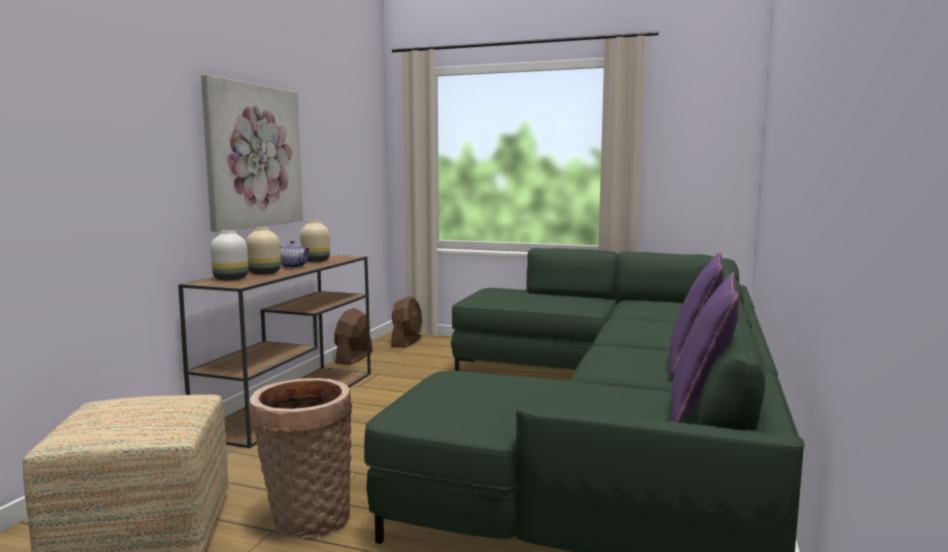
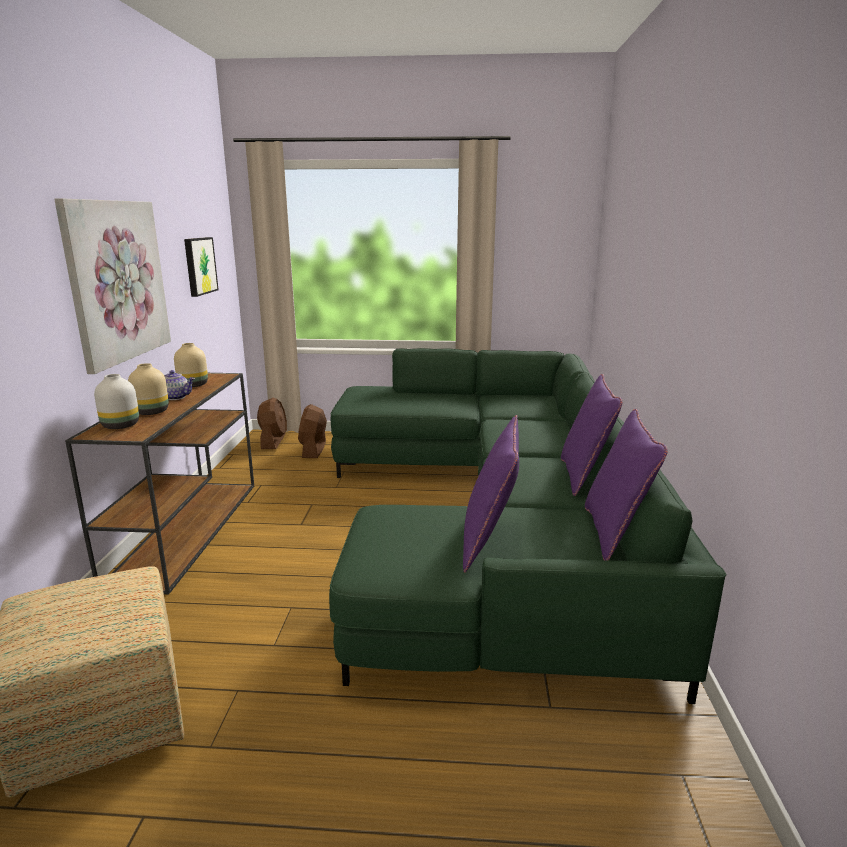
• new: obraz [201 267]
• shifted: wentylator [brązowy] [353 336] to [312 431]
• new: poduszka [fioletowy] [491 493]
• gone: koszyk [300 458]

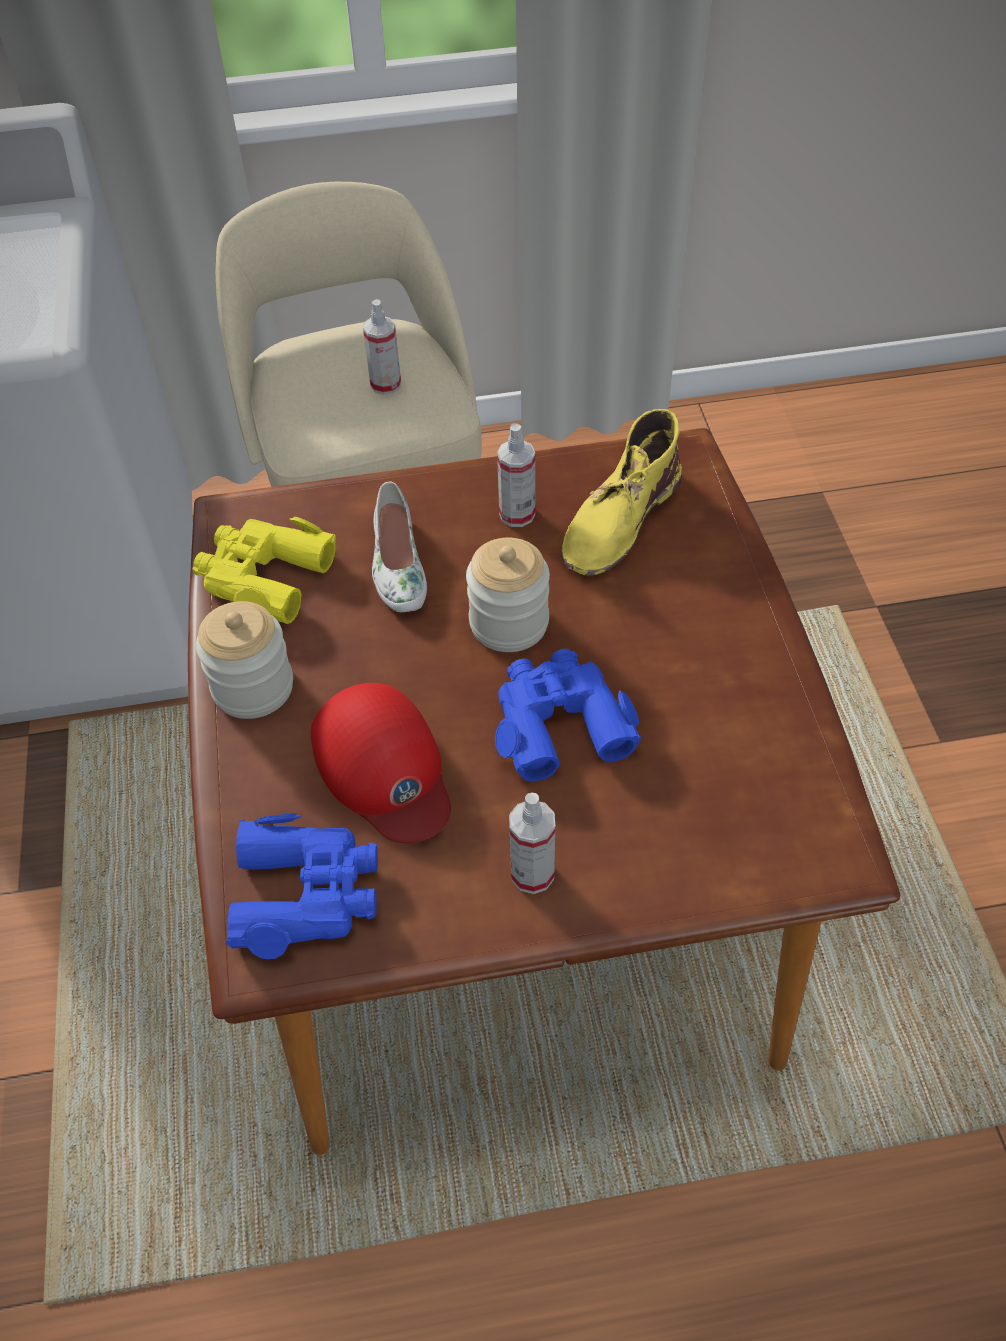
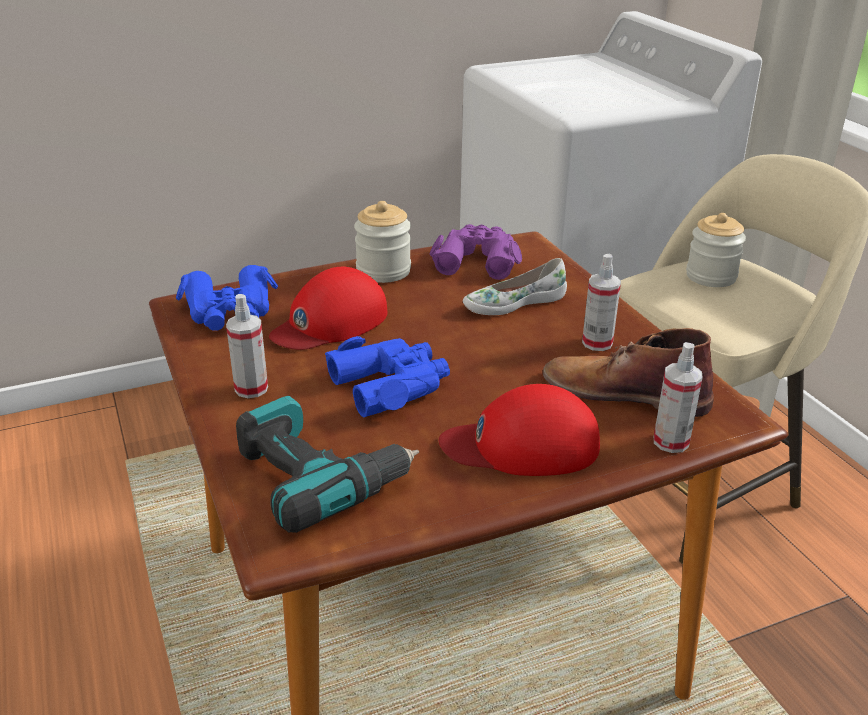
• new: wiertarka [327 464]
• repainted: lornetka [żółty] [264 570] to lornetka [fioletowy] [476 252]
• new: czapka z daszkiem [czerwony] [519 430]
• repainted: but z cholewką [żółty] [622 492] to but z cholewką [brązowy] [628 372]
• shifted: spryskiwacz [382 347] to [678 397]
• shifted: słoik [508 595] to [716 250]

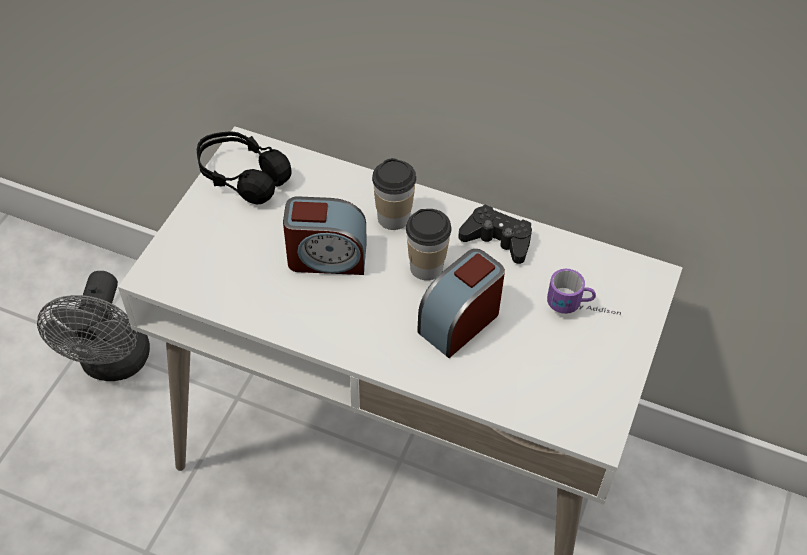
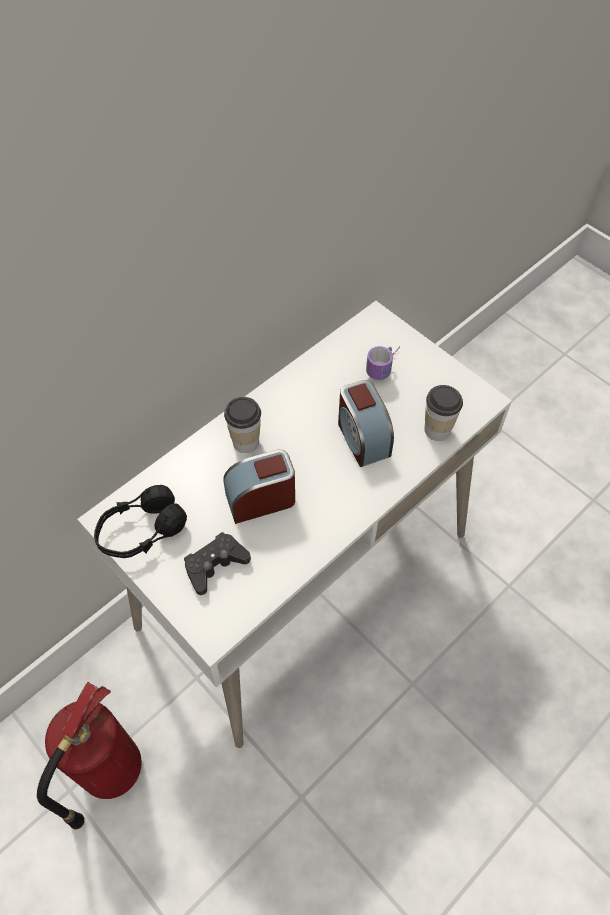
• swapped: wentylator [szary] [93 326] to gaśnica [89 756]
• shifted: pad do gier [czarny] [495 234] to [217 563]
• rotated: budzik [325 235] = [259 486] 135 degrees counterclockwise
• shifted: filiżanka [429 244] to [443 413]

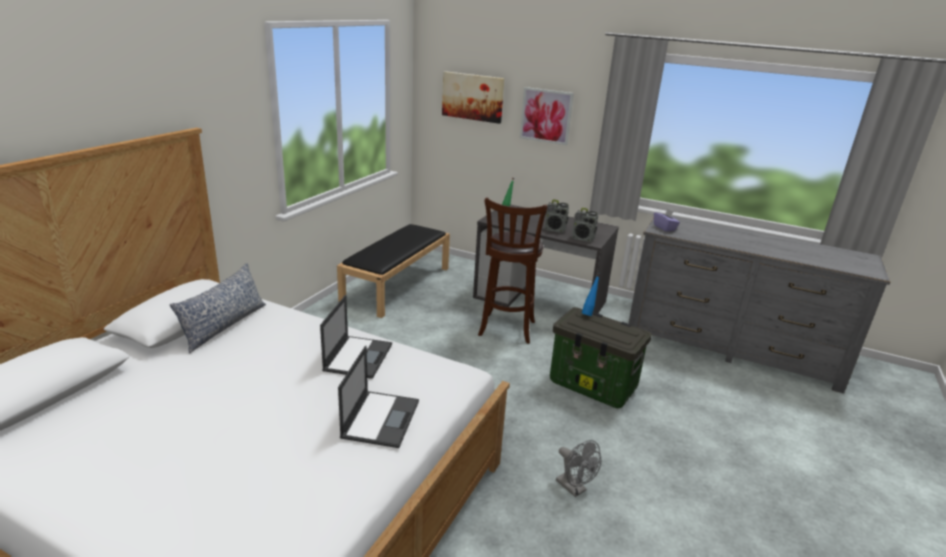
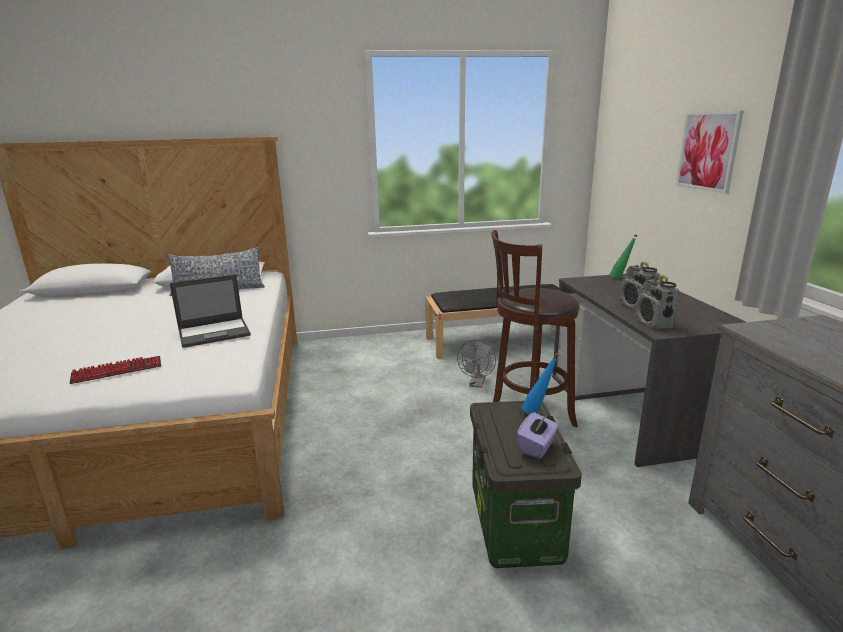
• swapped: laptop [378 397] to klawiatura [115 370]
• shifted: wentylator [szary] [578 468] to [476 364]
• shifted: pudełko chusteczek [fioletowy] [667 220] to [537 435]
• gone: obraz [473 97]

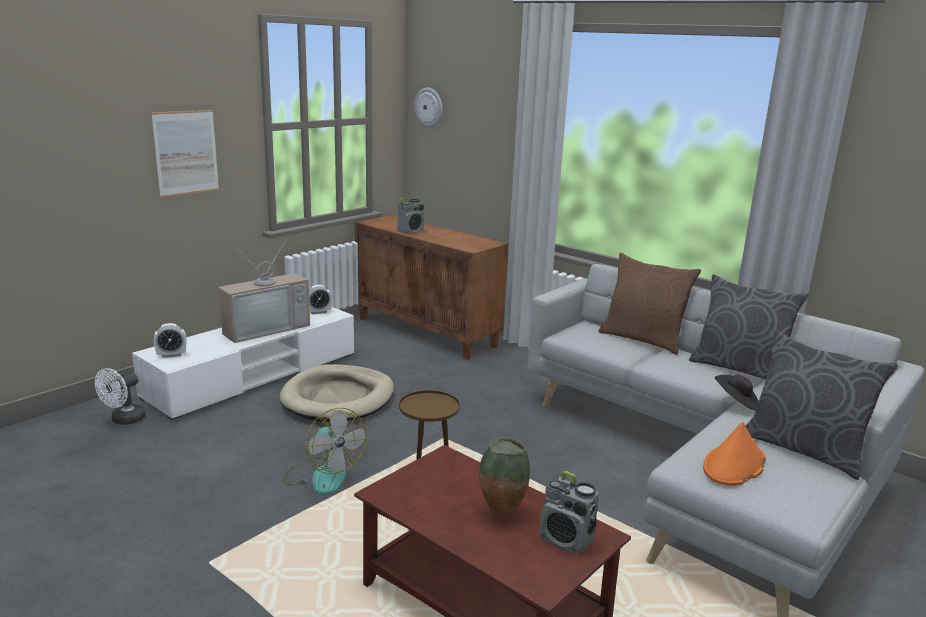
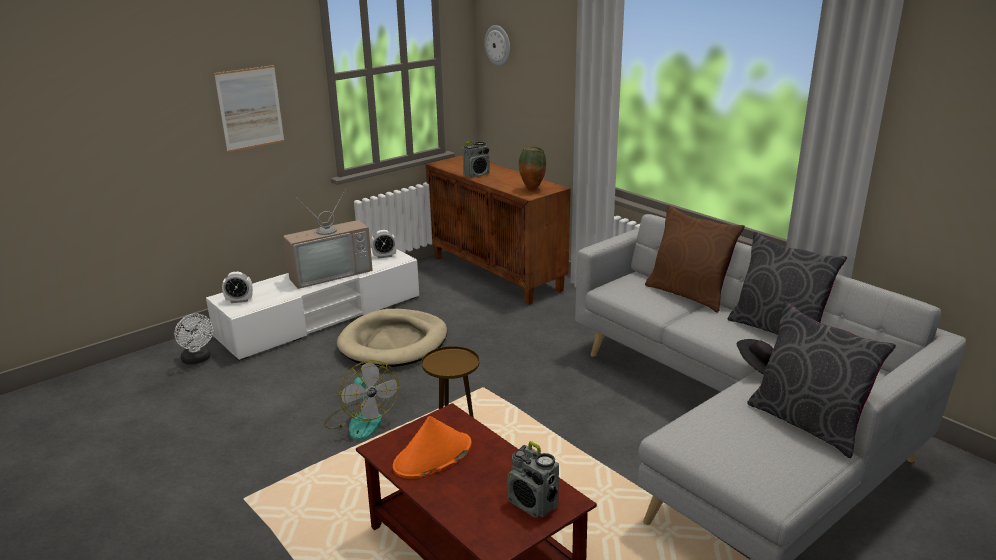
• rotated: wentylator [biały] [120 396] = [194 339] 75 degrees counterclockwise
• shifted: kapelusz [pomarańczowy] [734 454] to [432 447]
• shifted: wazon [504 478] to [532 168]

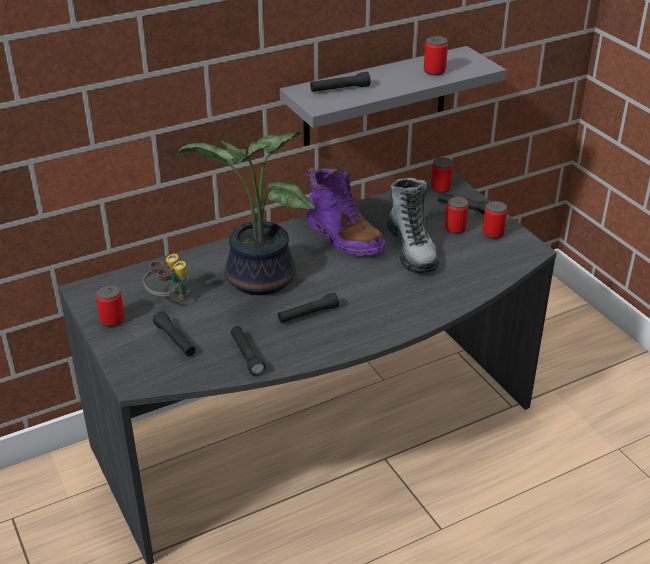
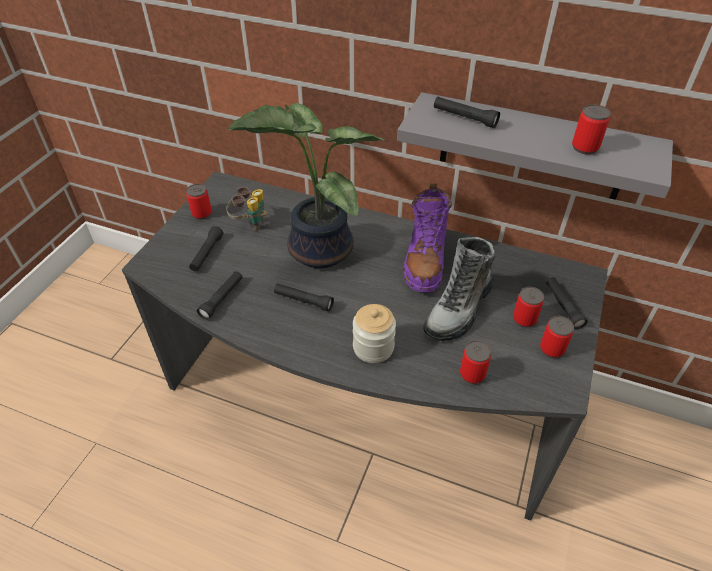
• new: słoik [374 333]
• shifted: puszka [442 175] to [475 362]

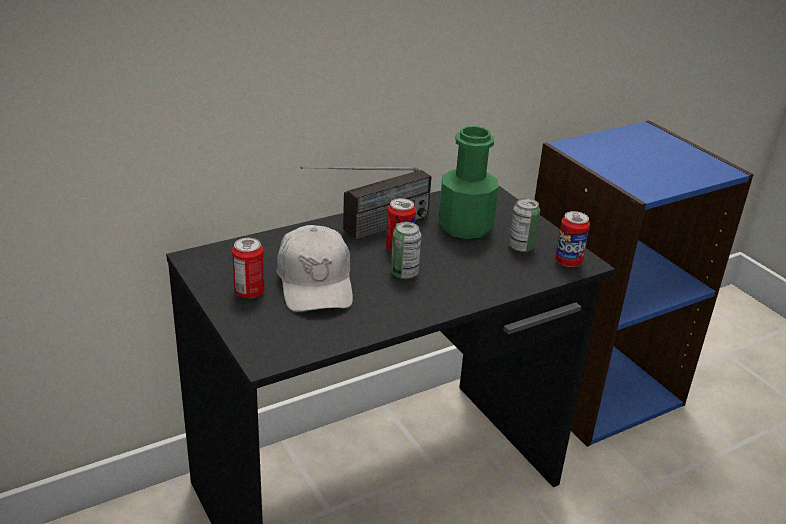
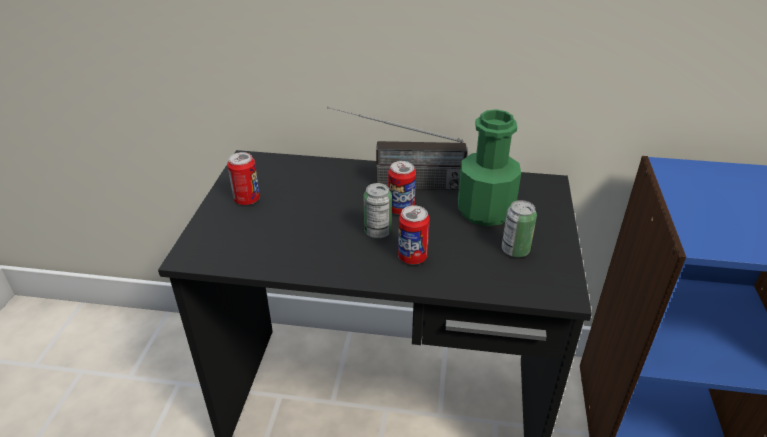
• shifted: puszka [572 239] to [414 234]
• gone: czapka z daszkiem [biały] [315 268]

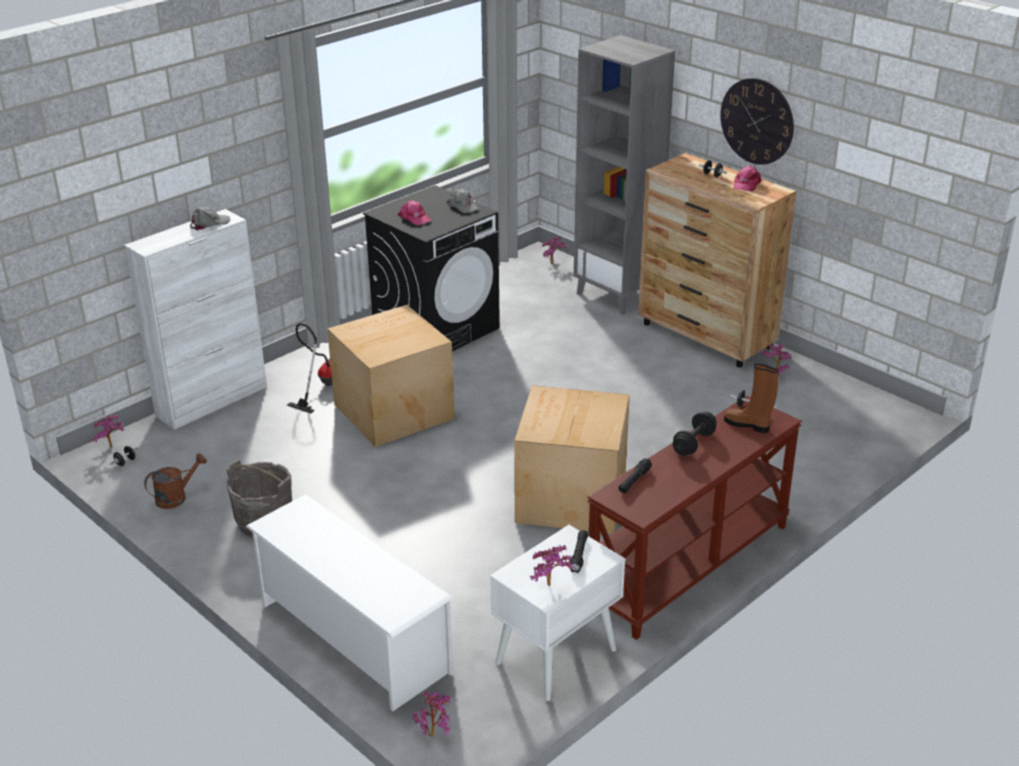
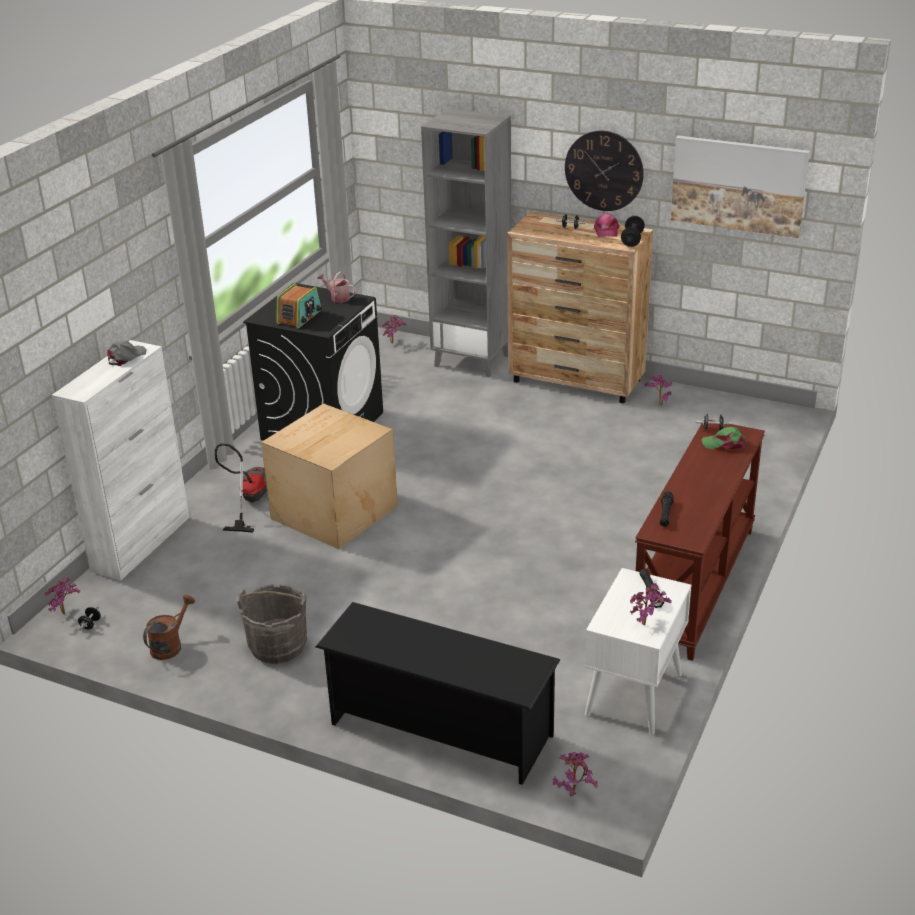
• swapped: czapka z daszkiem [różowy] [414 212] to radio [299 306]
• repainted: regał na buty [biały] [349 602] to regał na buty [czarny] [437 693]
• swapped: czapka z daszkiem [szary] [462 201] to konewka [336 287]
• shifted: hantel [czarny] [695 434] to [633 231]
• new: obraz [740 187]
• swapped: but z cholewką [brązowy] [751 398] to czapka z daszkiem [zielony] [724 438]
• gone: karton [572 459]

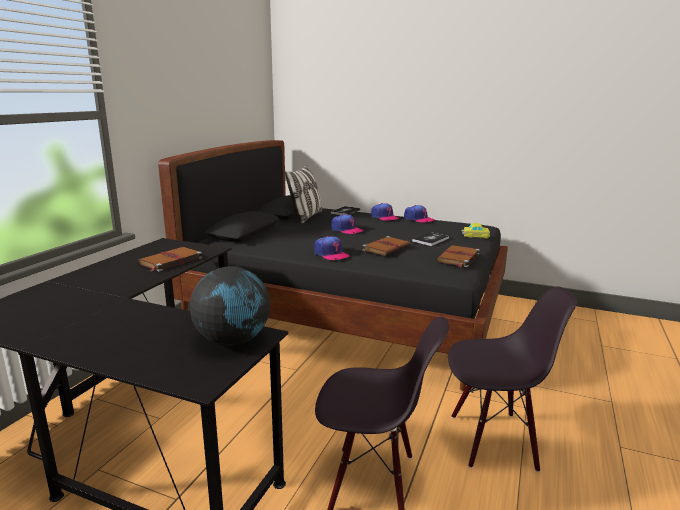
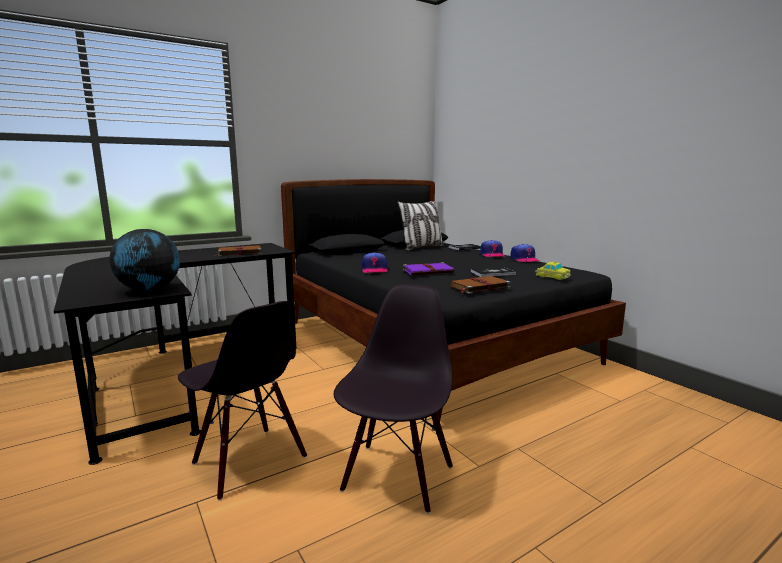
• rotated: krzesło [czarny] [512 379] = [393 399] 105 degrees counterclockwise
• repainted: książka [brązowy] [386 246] to książka [fioletowy] [428 268]
• gone: czapka z daszkiem [347 224]

